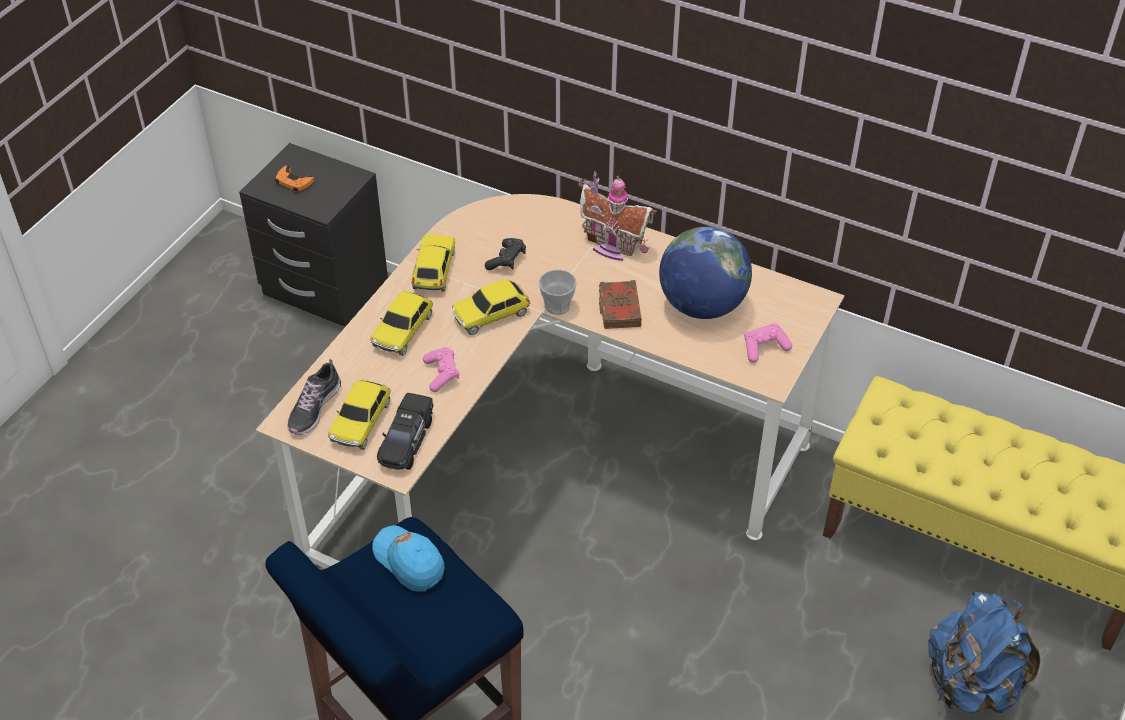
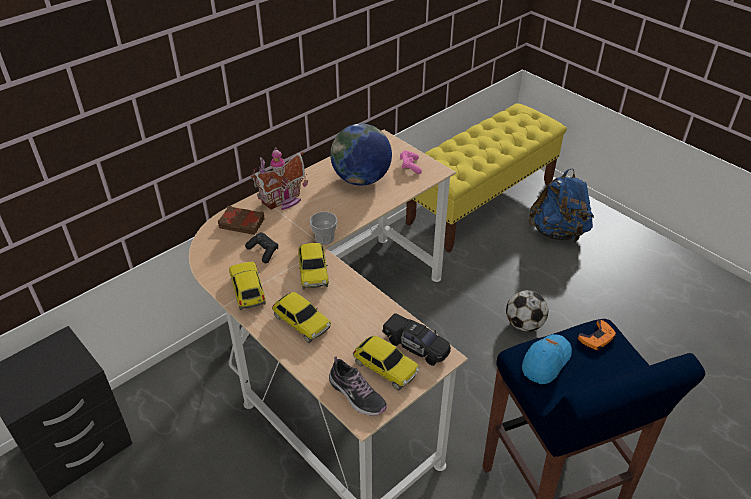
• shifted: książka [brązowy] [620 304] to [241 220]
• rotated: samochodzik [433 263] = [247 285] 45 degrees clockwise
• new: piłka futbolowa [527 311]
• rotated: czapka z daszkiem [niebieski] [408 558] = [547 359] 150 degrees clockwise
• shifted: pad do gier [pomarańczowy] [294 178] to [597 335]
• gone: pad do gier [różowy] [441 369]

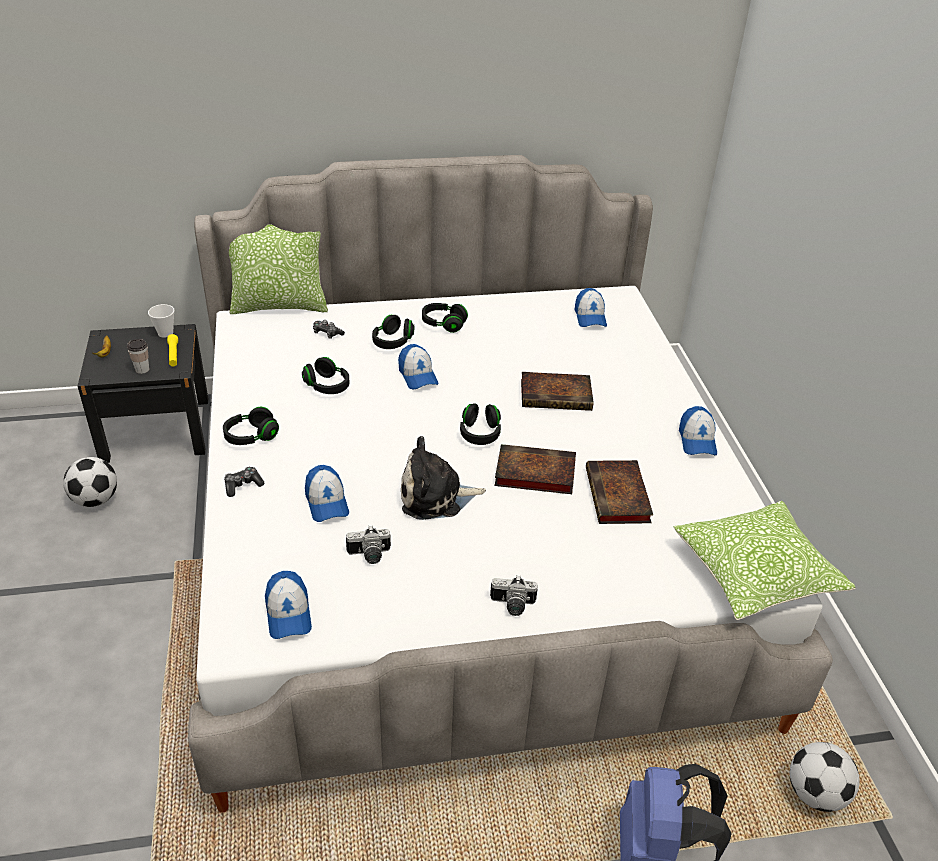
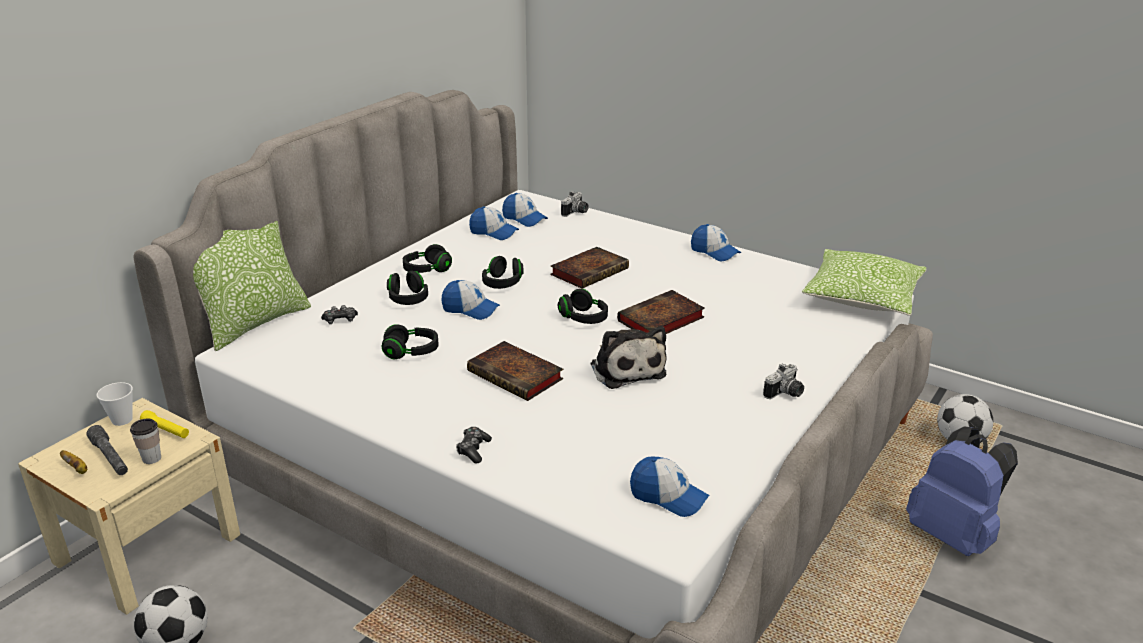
• repainted: szafka nocna [czarny] [142 393] to szafka nocna [beżowy] [129 506]
• new: latarka [szary] [107 450]
• shifted: książka [619 492] to [515 371]
• shifted: czapka z daszkiem [327 493] to [494 223]
• shifted: słuchawki [czarny] [251 426] to [503 272]
• shifted: aparat fotograficzny [368 545] to [575 204]
• rotated: pluszak [443 478] = [628 357] 60 degrees counterclockwise

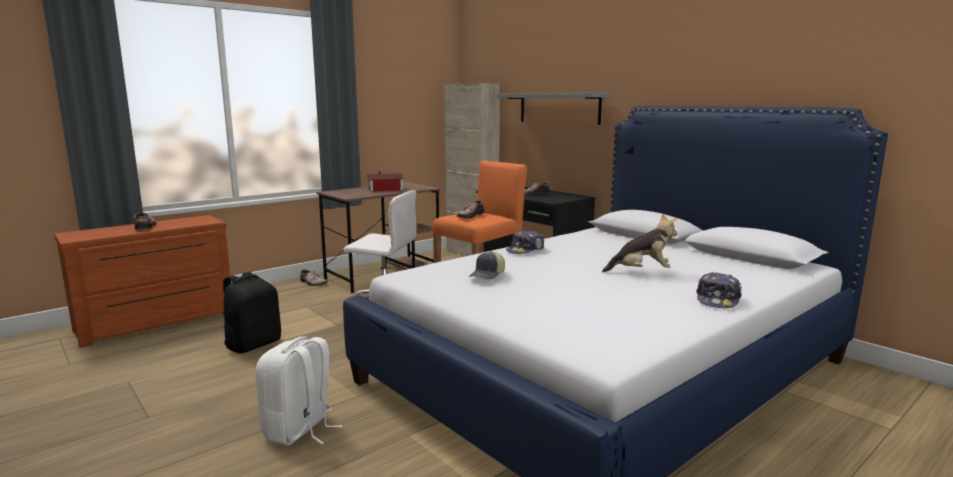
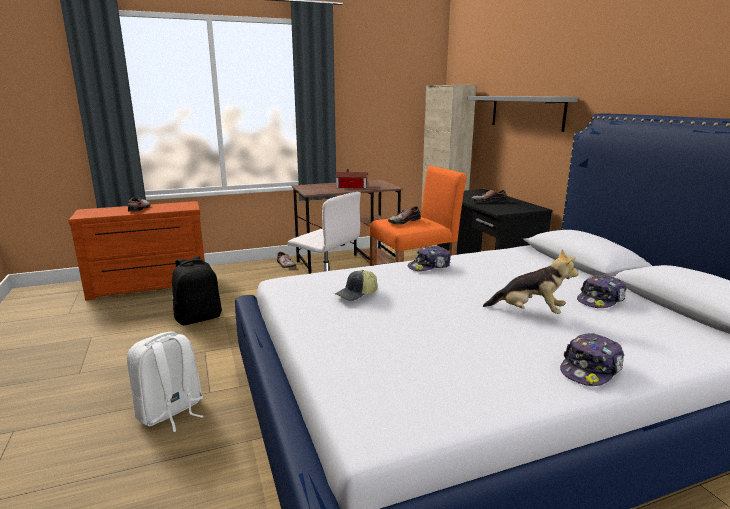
• new: czapka z daszkiem [602 291]

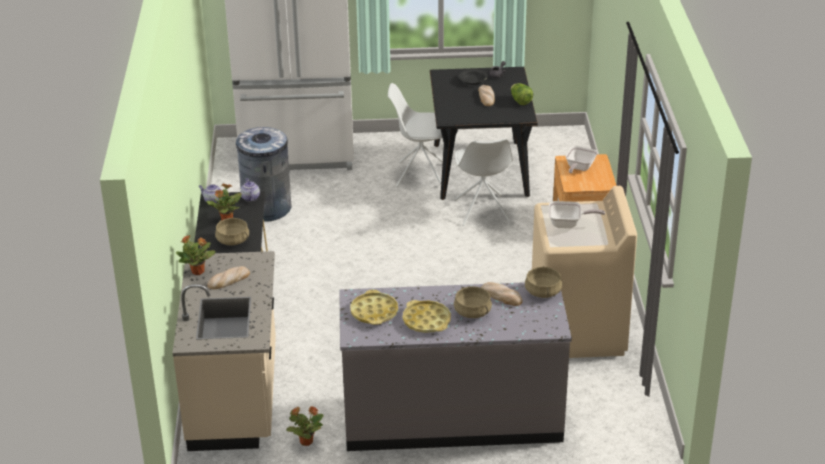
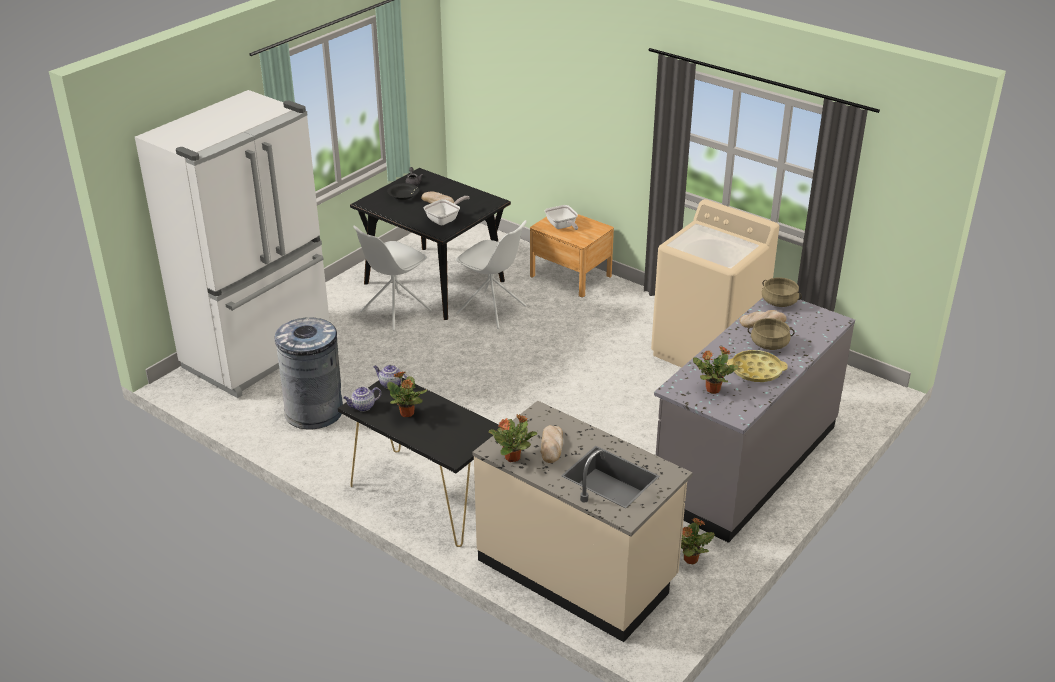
• shifted: patelnia [577 214] to [447 210]
• swapped: taca [żółty] [374 307] to roślina doniczkowa [716 370]
• gone: garnek [beżowy] [232 232]
• gone: sałata [522 94]

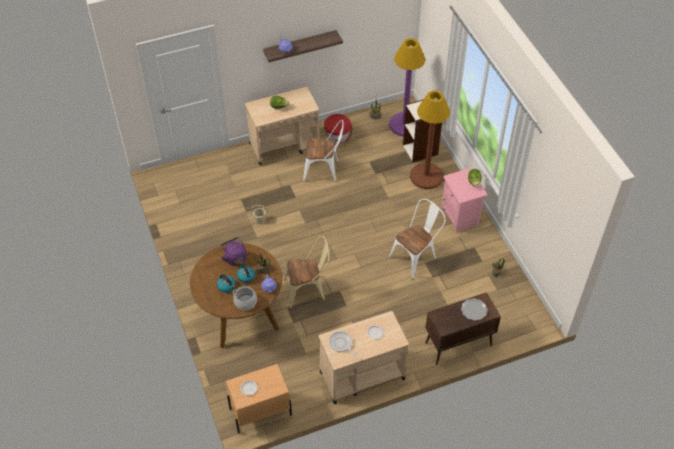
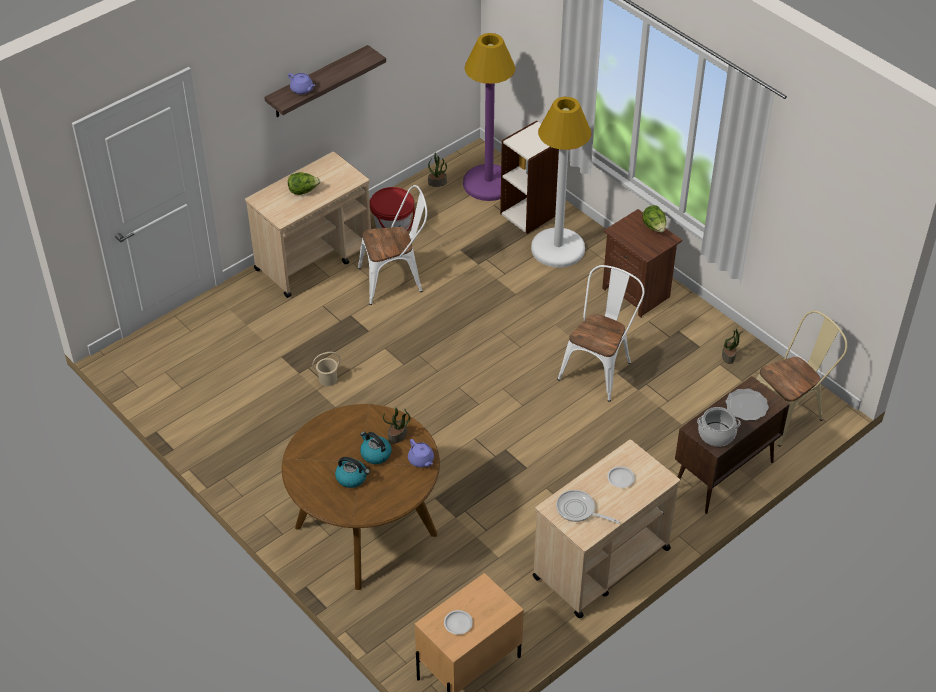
• repainted: lampa stojąca [brązowy] [430 139] to lampa stojąca [biały] [561 182]
• repainted: szafka nocna [różowy] [464 200] to szafka nocna [brązowy] [642 263]
• shifted: garnek [245 298] to [719 427]
• shifted: krzesło [beżowy] [307 272] to [801 379]
• gone: czajnik [fioletowy] [233 251]

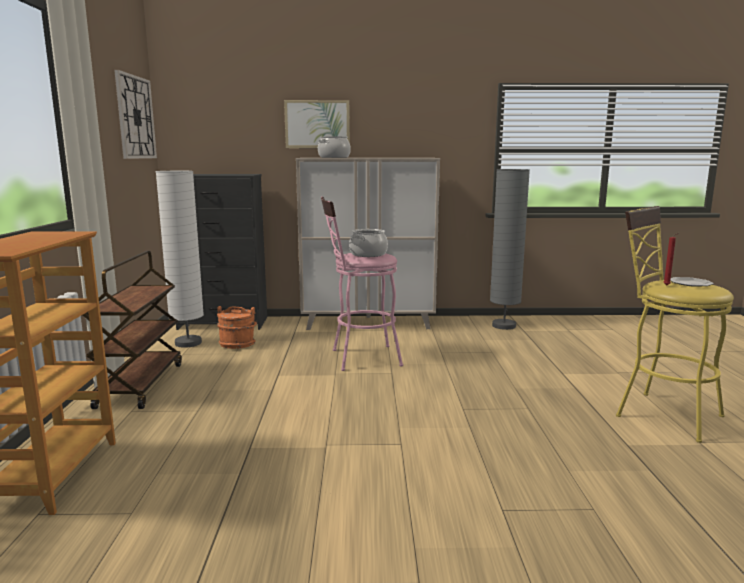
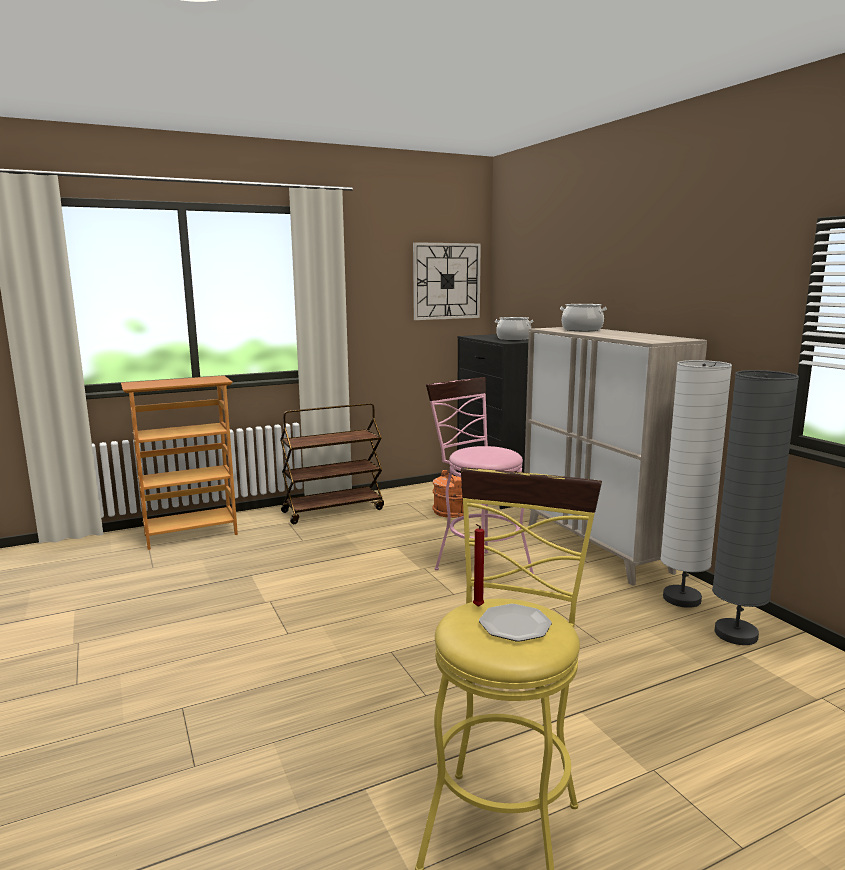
• shifted: garnek [368 243] to [514 329]
• shifted: lampa stojąca [biały] [180 259] to [696 484]
• gone: obraz [317 124]

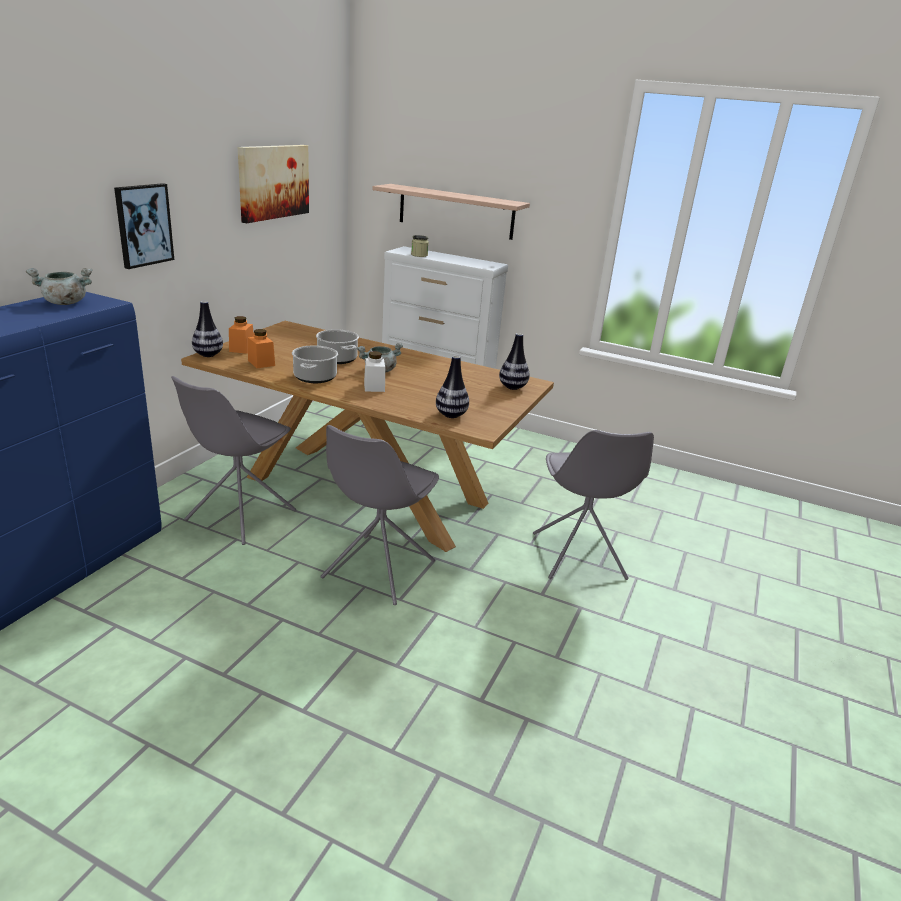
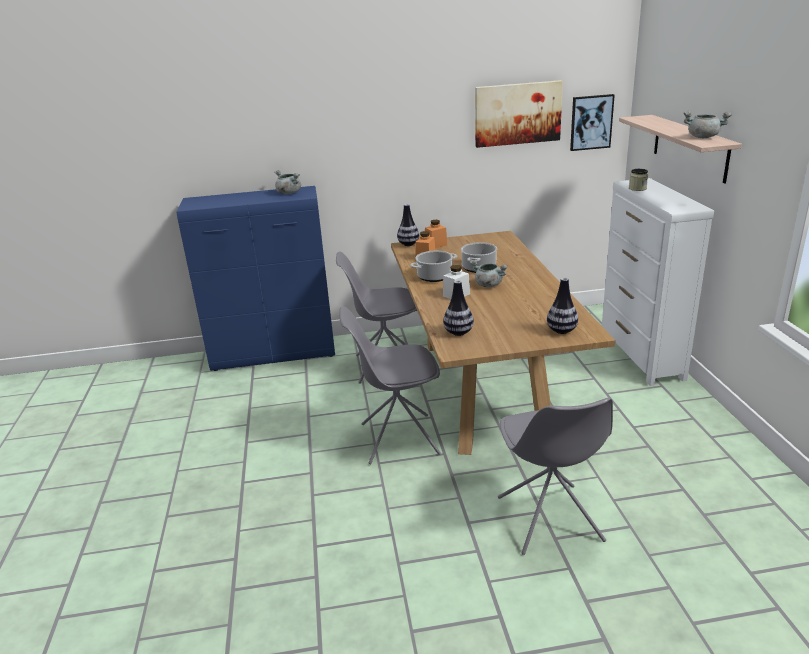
• rotated: krzesło [szary] [593 505] = [555 476] 60 degrees counterclockwise
• shifted: obraz [144 226] to [592 122]
• new: garnek [szary] [707 124]

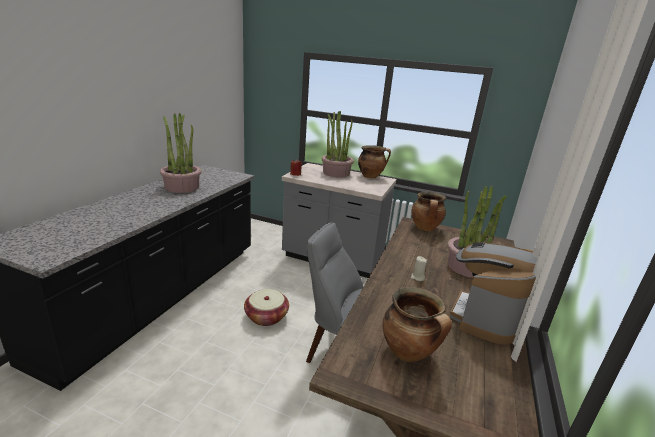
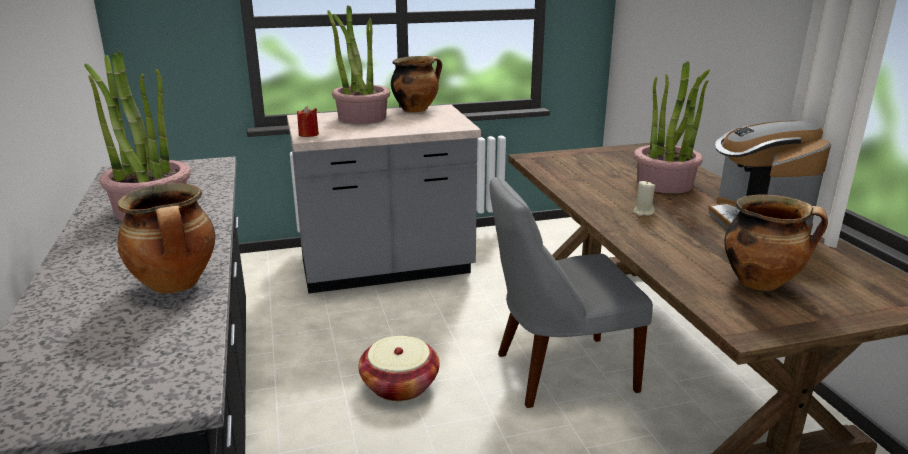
• shifted: garnek [428 211] to [166 238]

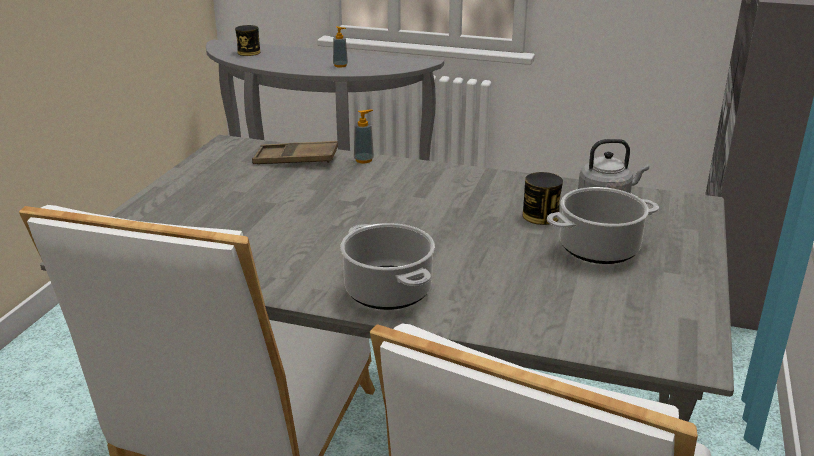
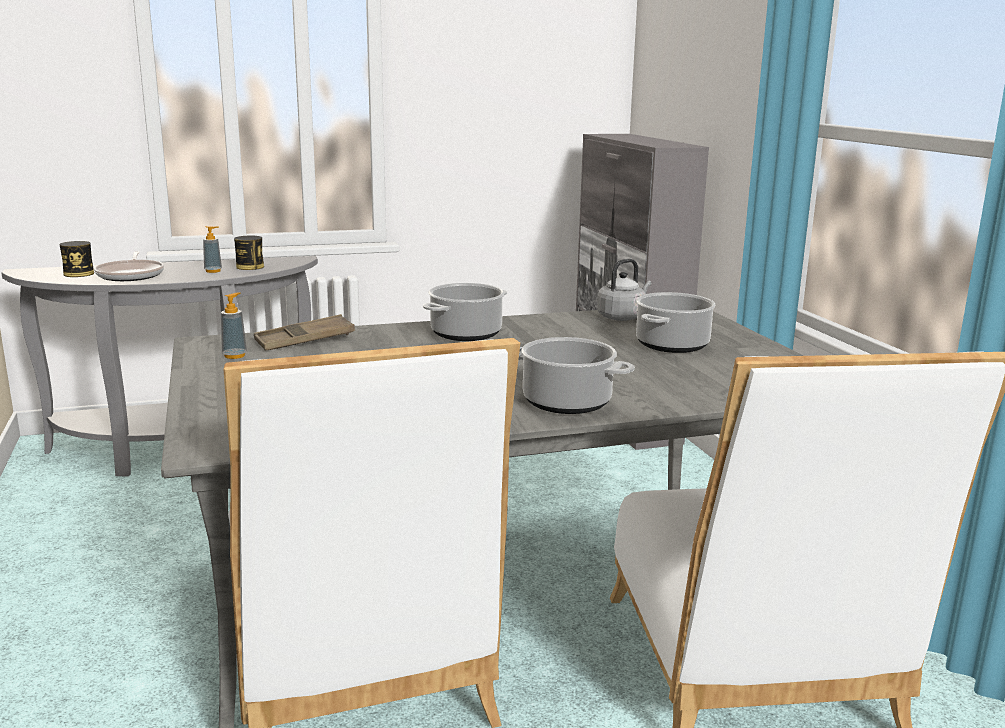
• new: patelnia [129 266]
• shifted: dozownik mydła [364 136] to [234 325]
• shifted: puszka [543 198] to [249 253]
• new: garnek [465 312]

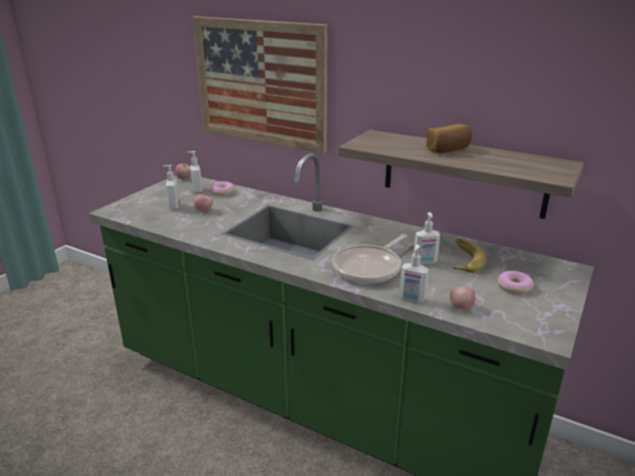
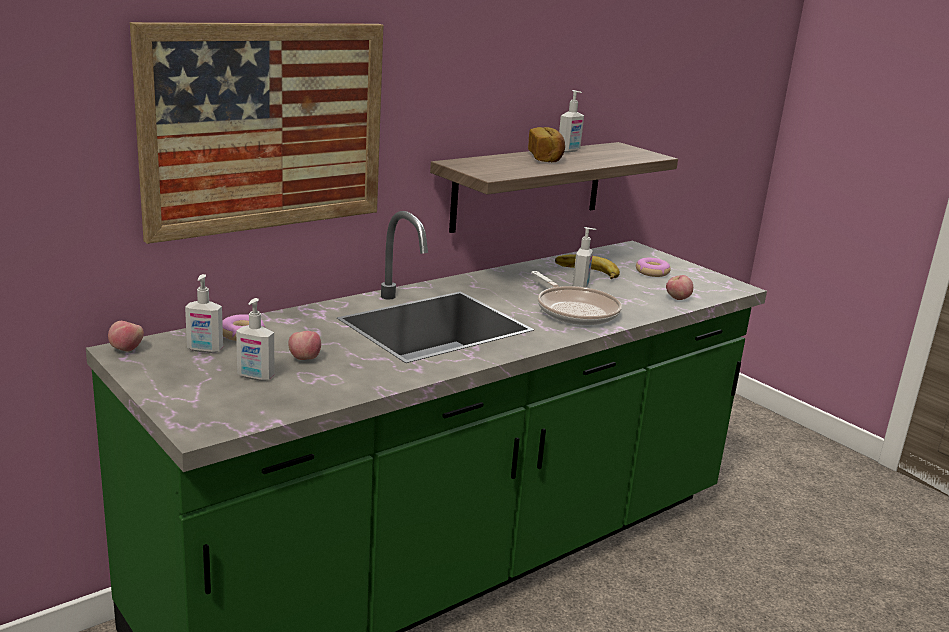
• shifted: dozownik mydła [414 274] to [571 121]

